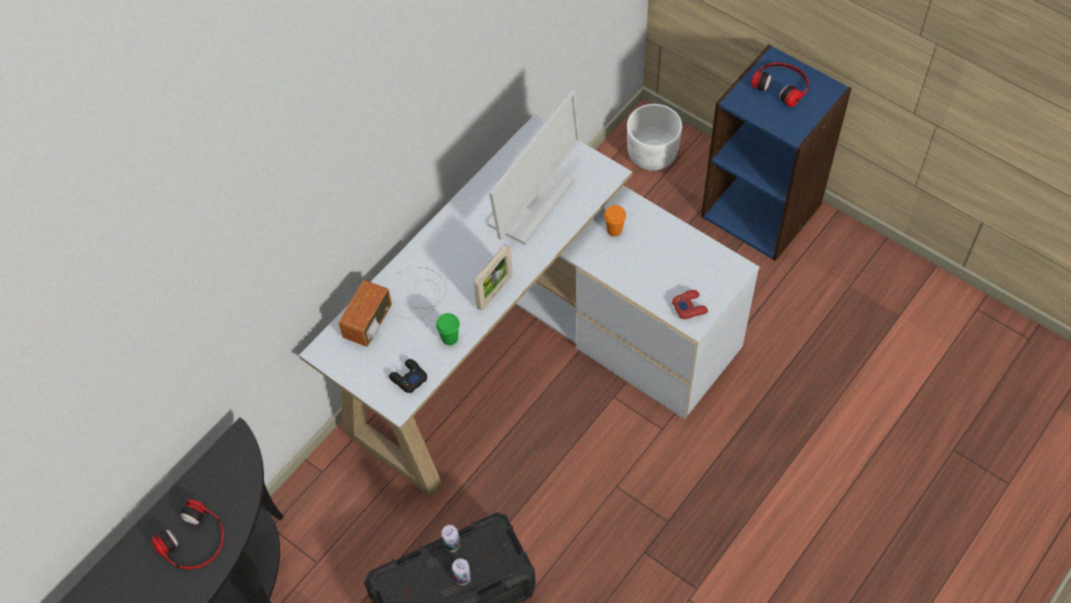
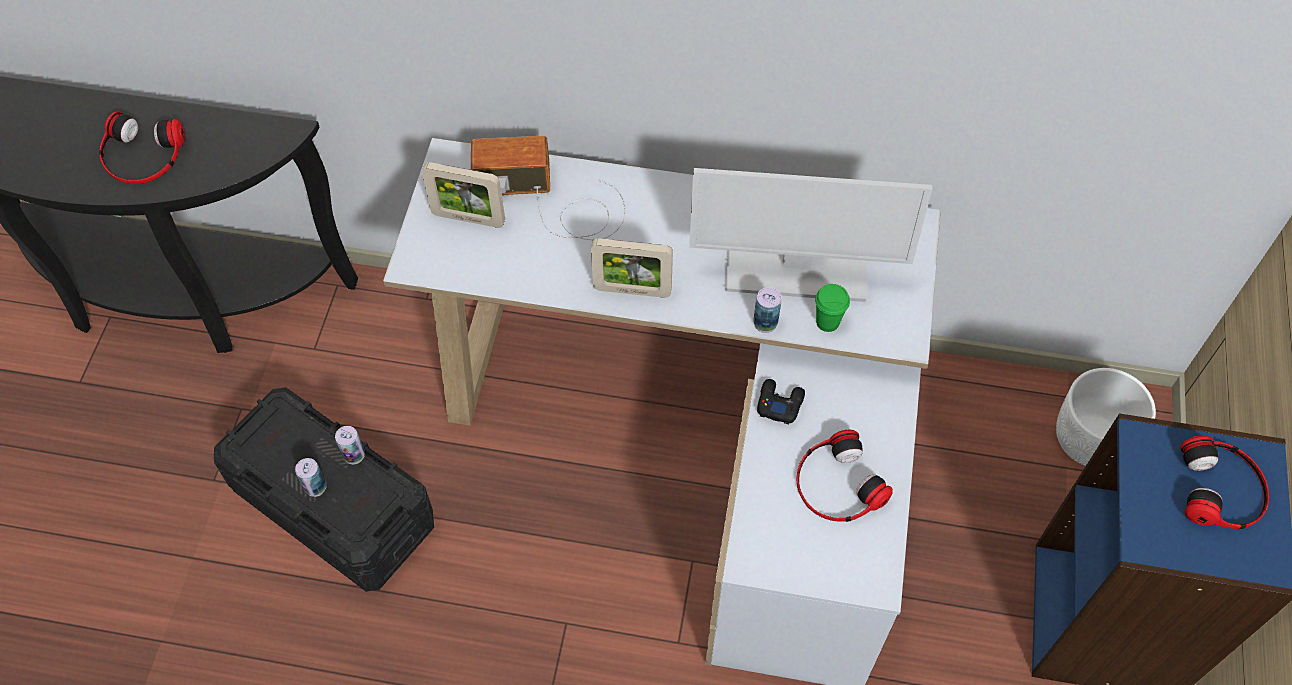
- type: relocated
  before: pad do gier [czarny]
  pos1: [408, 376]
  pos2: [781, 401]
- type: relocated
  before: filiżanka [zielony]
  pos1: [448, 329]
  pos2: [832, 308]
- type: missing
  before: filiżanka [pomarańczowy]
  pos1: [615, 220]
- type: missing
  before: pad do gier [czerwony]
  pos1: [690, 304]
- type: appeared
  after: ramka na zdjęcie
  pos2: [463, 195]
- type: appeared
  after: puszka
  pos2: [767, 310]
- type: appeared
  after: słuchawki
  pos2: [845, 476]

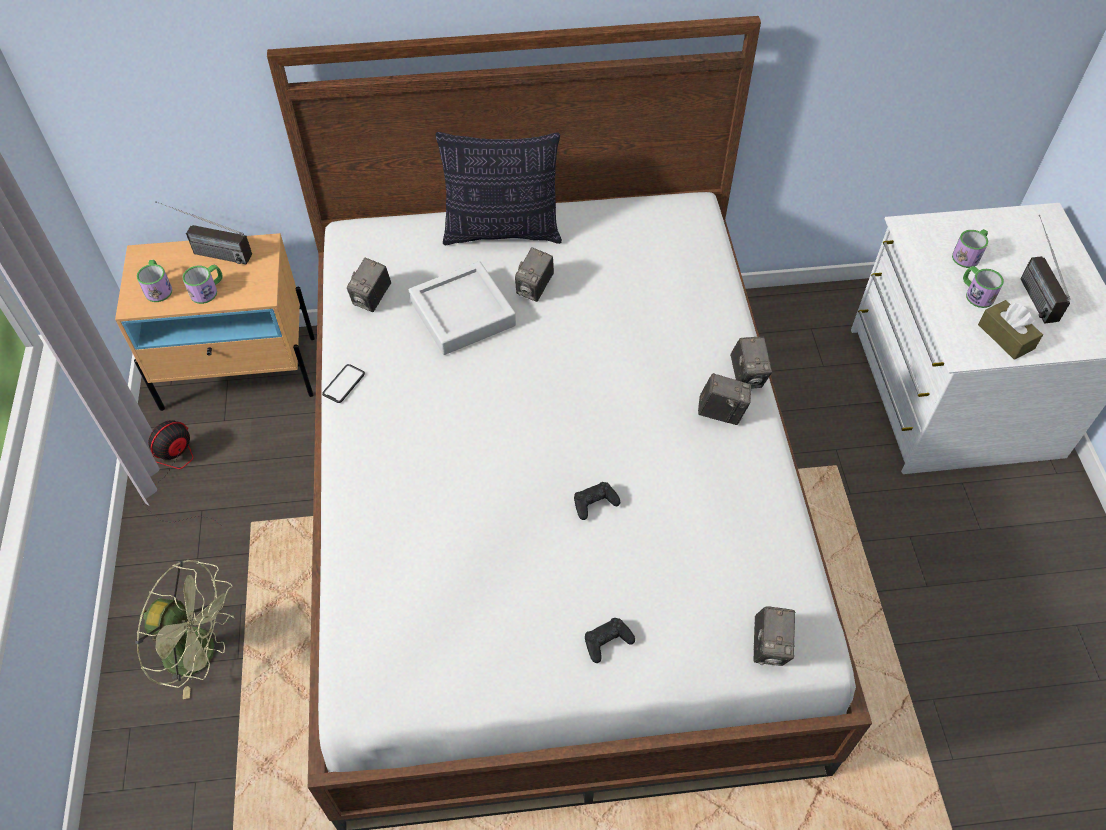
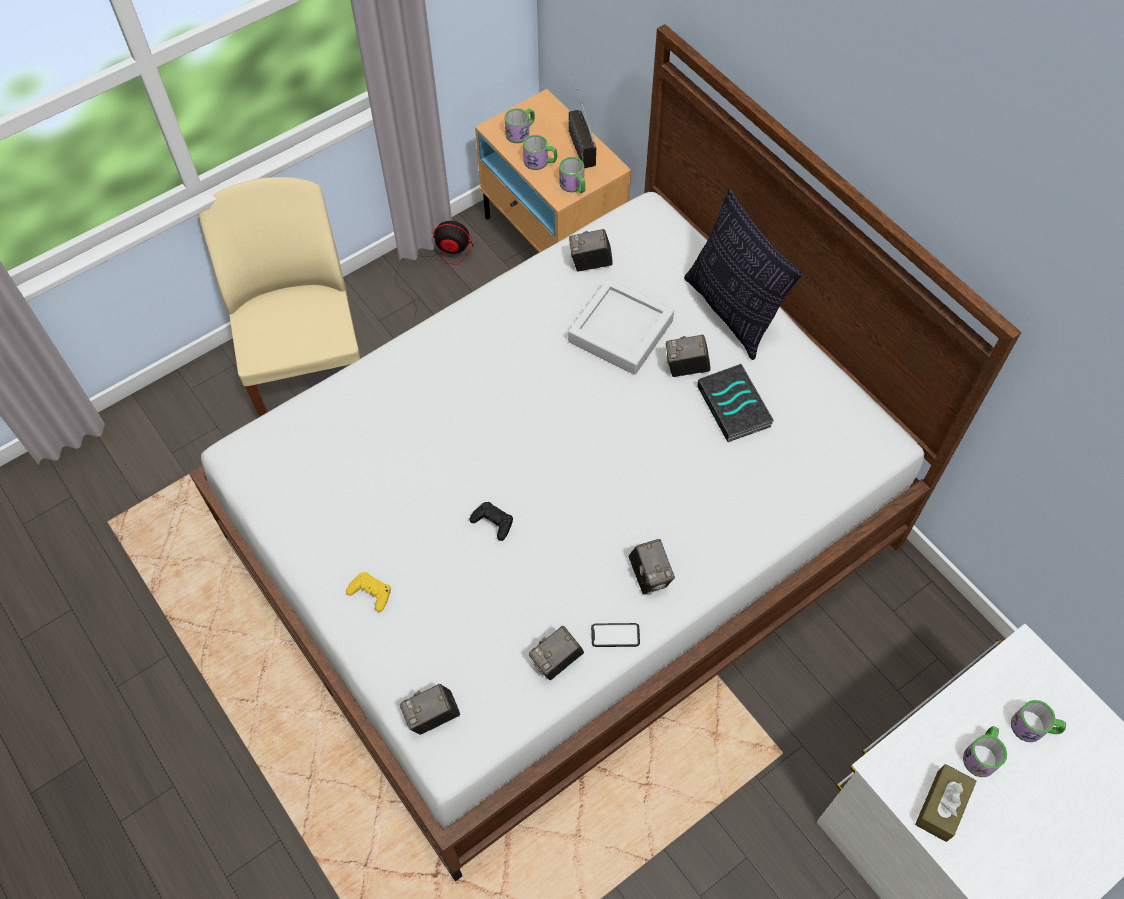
- type: exchanged
  before: wentylator [zielony]
  after: krzesło [beżowy]
  pos1: [185, 629]
  pos2: [279, 297]
- type: relocated
  before: telefon
  pos1: [343, 383]
  pos2: [615, 635]
- type: colour
  before: pad do gier [czarny]
  after: pad do gier [żółty]
  pos1: [610, 640]
  pos2: [368, 592]
- type: relocated
  before: aparat fotograficzny
  pos1: [751, 362]
  pos2: [556, 653]
- type: missing
  before: radio
  pos1: [1045, 269]
- type: appeared
  after: kubek
  pos2: [572, 175]
- type: appeared
  after: książka
  pos2: [735, 403]

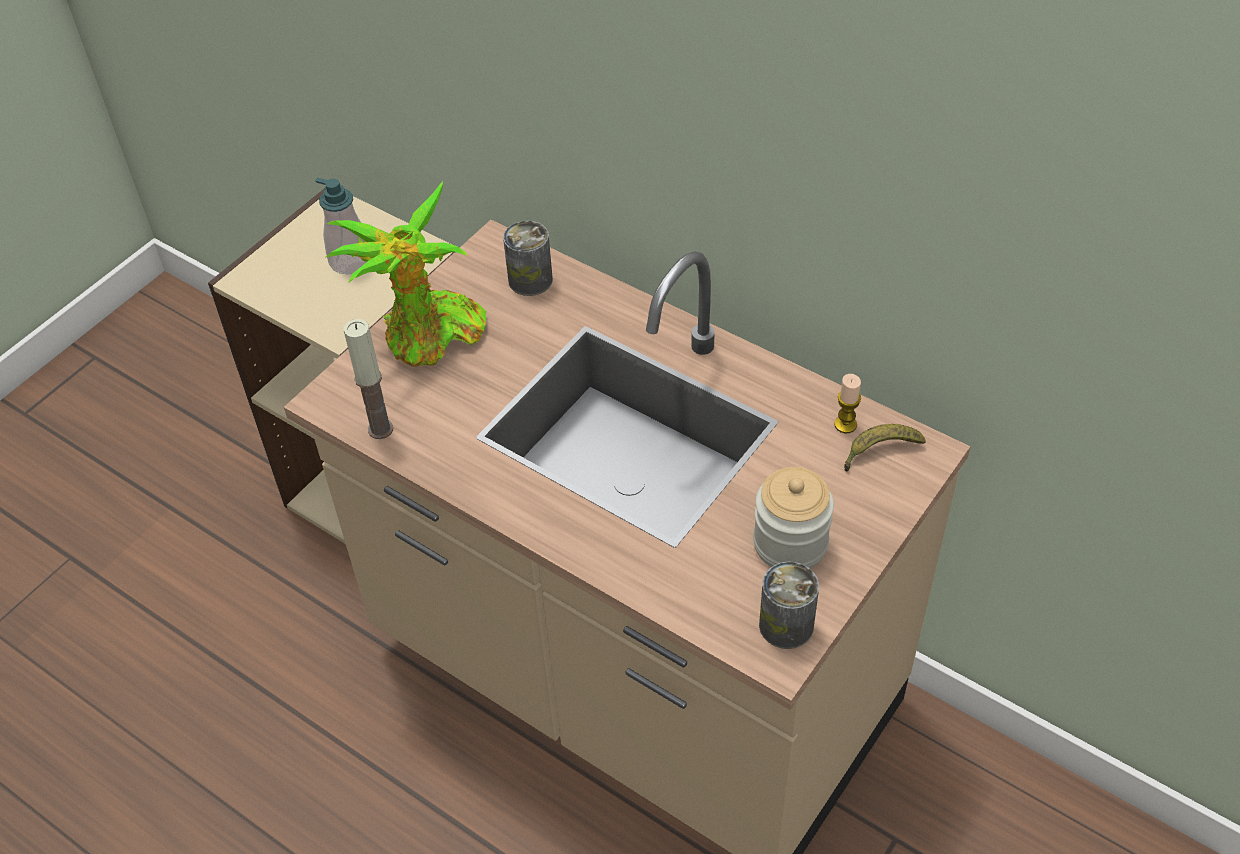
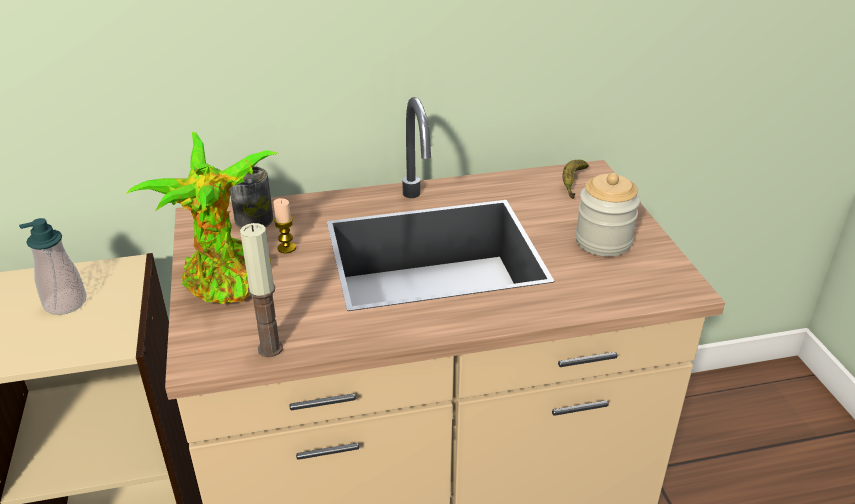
- type: missing
  before: puszka
  pos1: [789, 605]
- type: relocated
  before: świeca
  pos1: [847, 403]
  pos2: [284, 225]

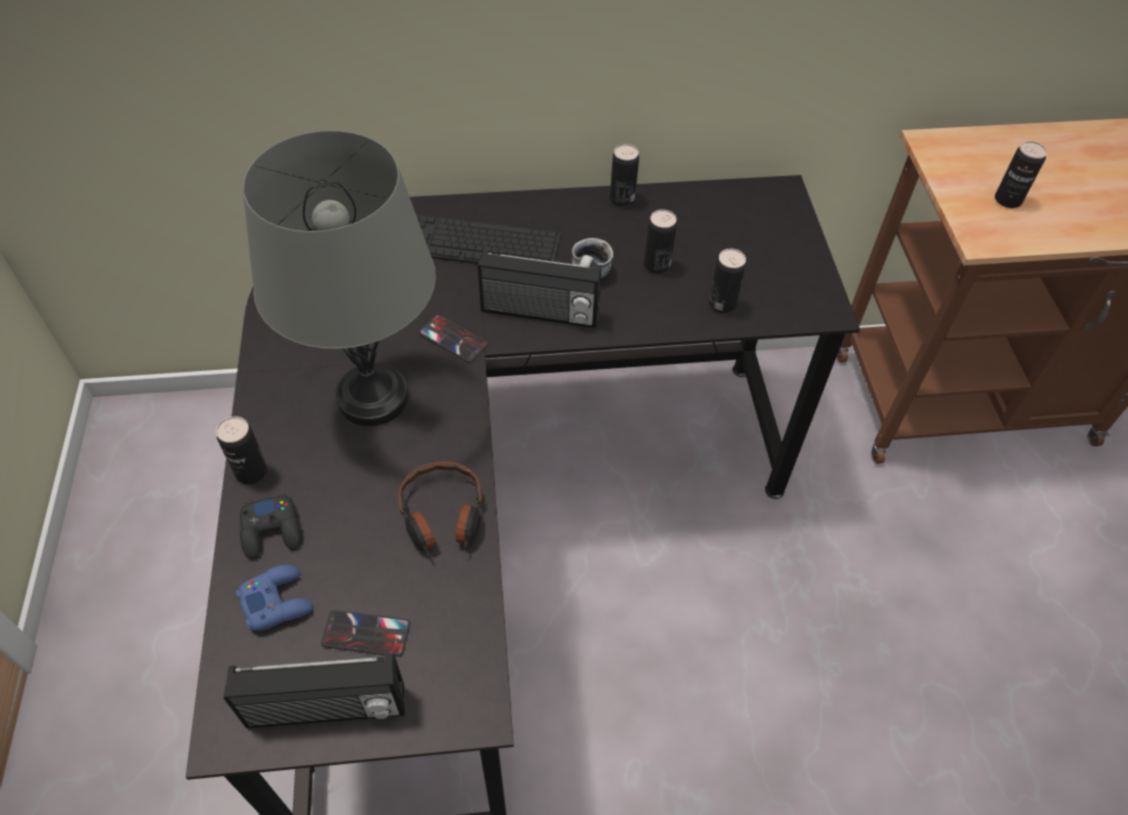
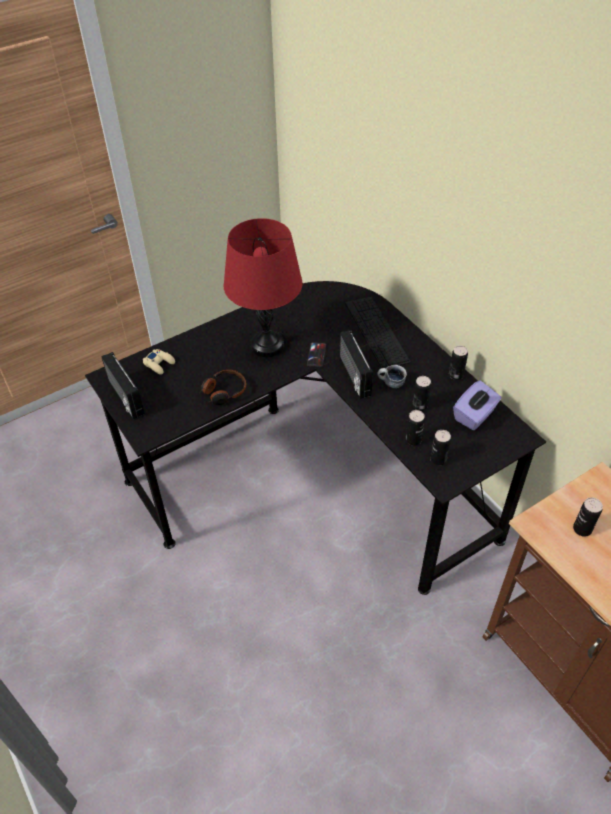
- type: relocated
  before: puszka
  pos1: [242, 450]
  pos2: [440, 448]
- type: colour
  before: pad do gier [niebieski]
  after: pad do gier [beżowy]
  pos1: [274, 598]
  pos2: [159, 362]
- type: missing
  before: pad do gier [czarny]
  pos1: [270, 526]
- type: colour
  before: lampa stołowa [szary]
  after: lampa stołowa [czerwony]
  pos1: [339, 278]
  pos2: [262, 287]
- type: missing
  before: telefon
  pos1: [365, 633]
- type: appeared
  after: pudełko chusteczek [fioletowy]
  pos2: [477, 405]

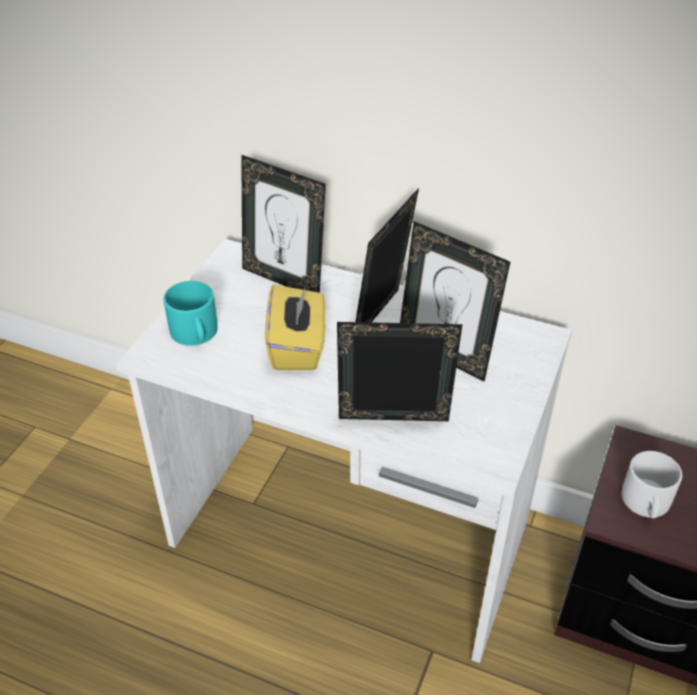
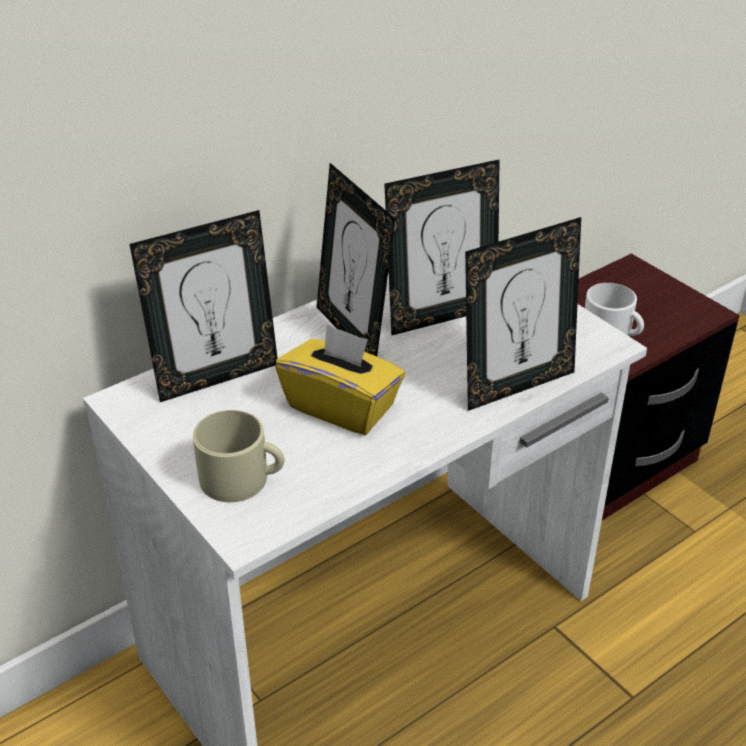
- type: colour
  before: kubek [turkusowy]
  after: kubek [beżowy]
  pos1: [190, 313]
  pos2: [238, 456]
- type: spun
  before: ramka na zdjęcie
  pos1: [400, 371]
  pos2: [523, 314]
  turn: -150

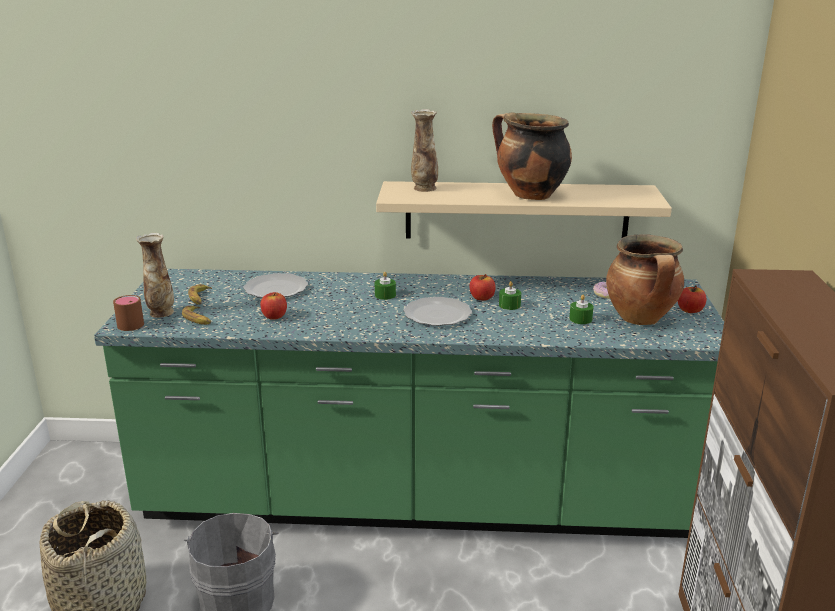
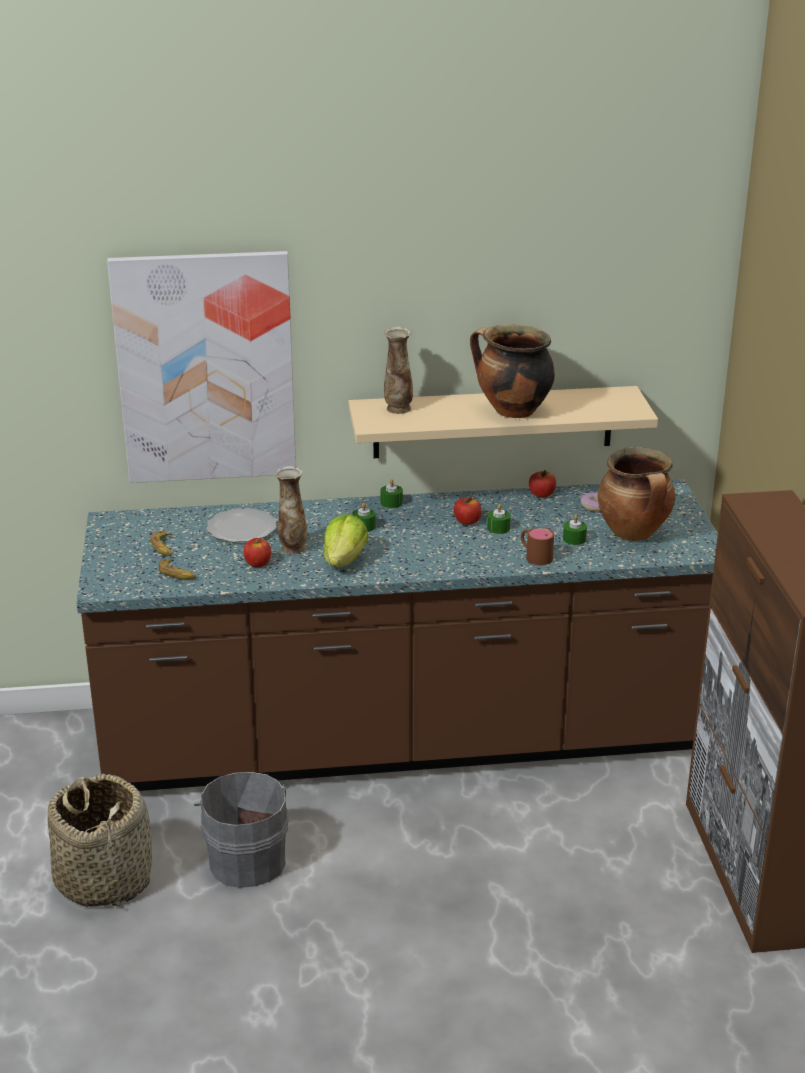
- type: colour
  before: zabudowa kuchenna [zielony]
  after: zabudowa kuchenna [brązowy]
  pos1: [409, 403]
  pos2: [397, 635]
- type: relocated
  before: kubek [brązowy]
  pos1: [128, 313]
  pos2: [537, 546]
- type: relocated
  before: wazon
  pos1: [155, 275]
  pos2: [290, 510]
- type: missing
  before: talerz
  pos1: [437, 311]
- type: relocated
  before: jabłko
  pos1: [692, 299]
  pos2: [542, 484]
- type: appeared
  after: obraz
  pos2: [201, 367]
- type: appeared
  after: sałata
  pos2: [346, 540]
- type: appeared
  after: świeca [zielony]
  pos2: [392, 493]

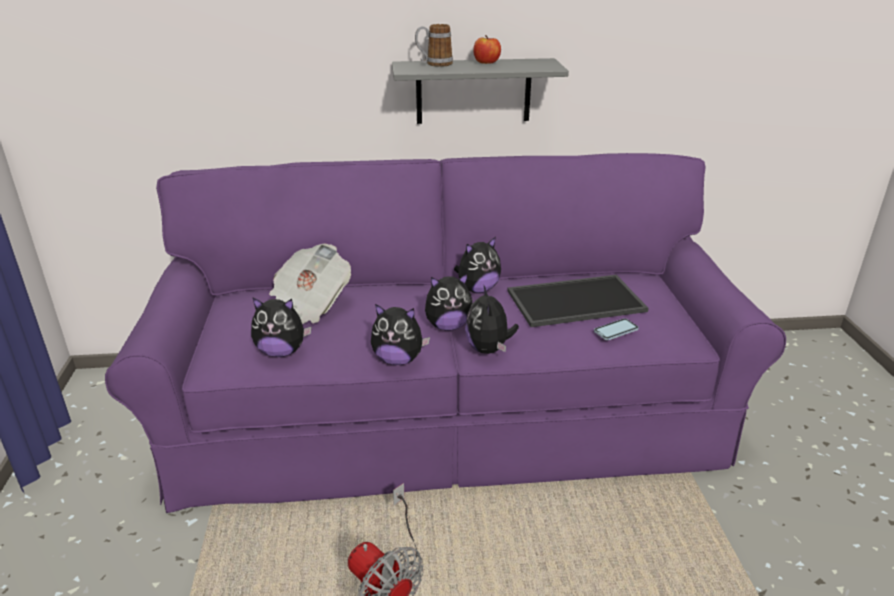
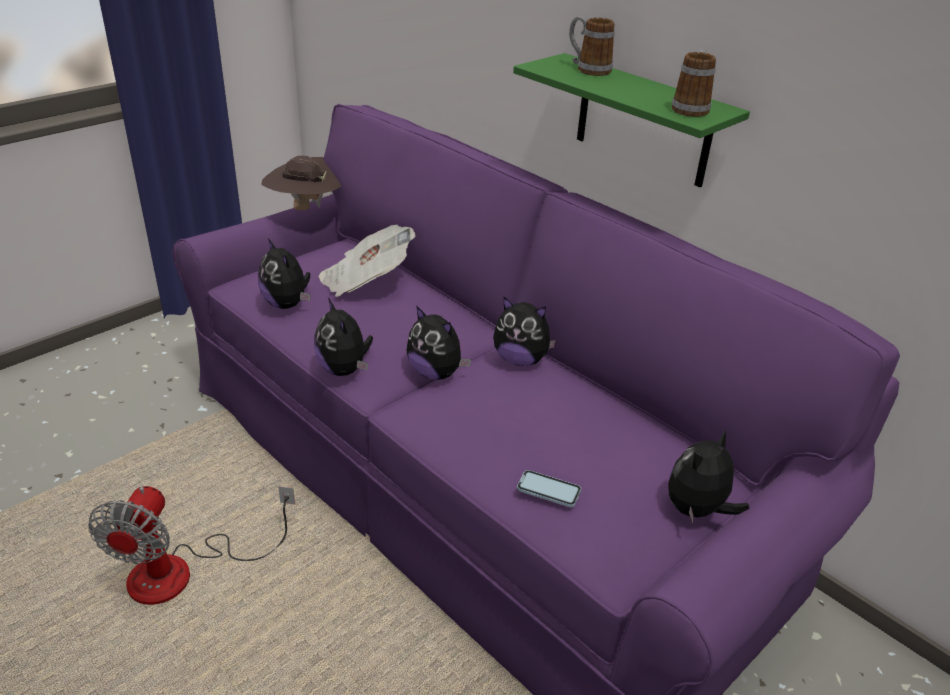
- type: colour
  before: półka [szary]
  after: półka [zielony]
  pos1: [480, 91]
  pos2: [631, 120]
- type: relocated
  before: pluszak
  pos1: [492, 319]
  pos2: [708, 475]
- type: missing
  before: jabłko
  pos1: [487, 49]
- type: missing
  before: taca
  pos1: [578, 301]
- type: appeared
  after: kapelusz [brązowy]
  pos2: [301, 183]
- type: appeared
  after: kubek
  pos2: [693, 83]

